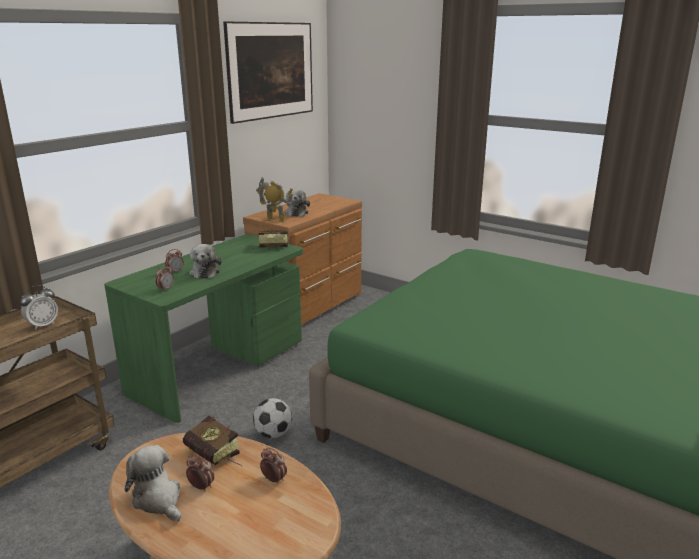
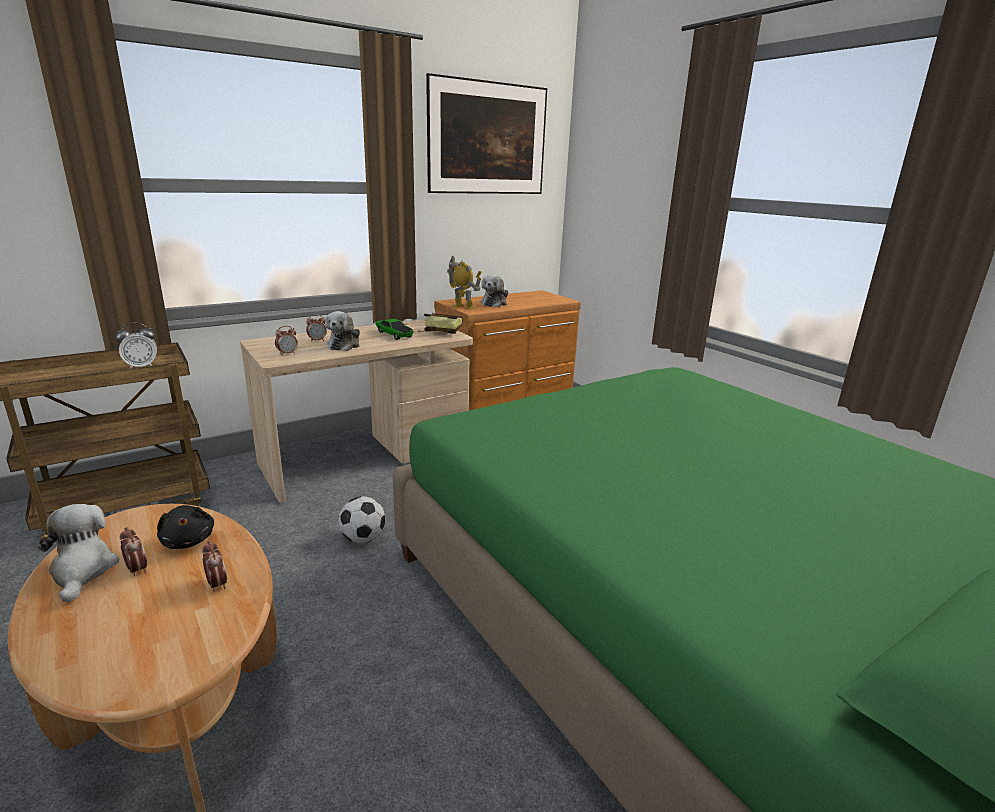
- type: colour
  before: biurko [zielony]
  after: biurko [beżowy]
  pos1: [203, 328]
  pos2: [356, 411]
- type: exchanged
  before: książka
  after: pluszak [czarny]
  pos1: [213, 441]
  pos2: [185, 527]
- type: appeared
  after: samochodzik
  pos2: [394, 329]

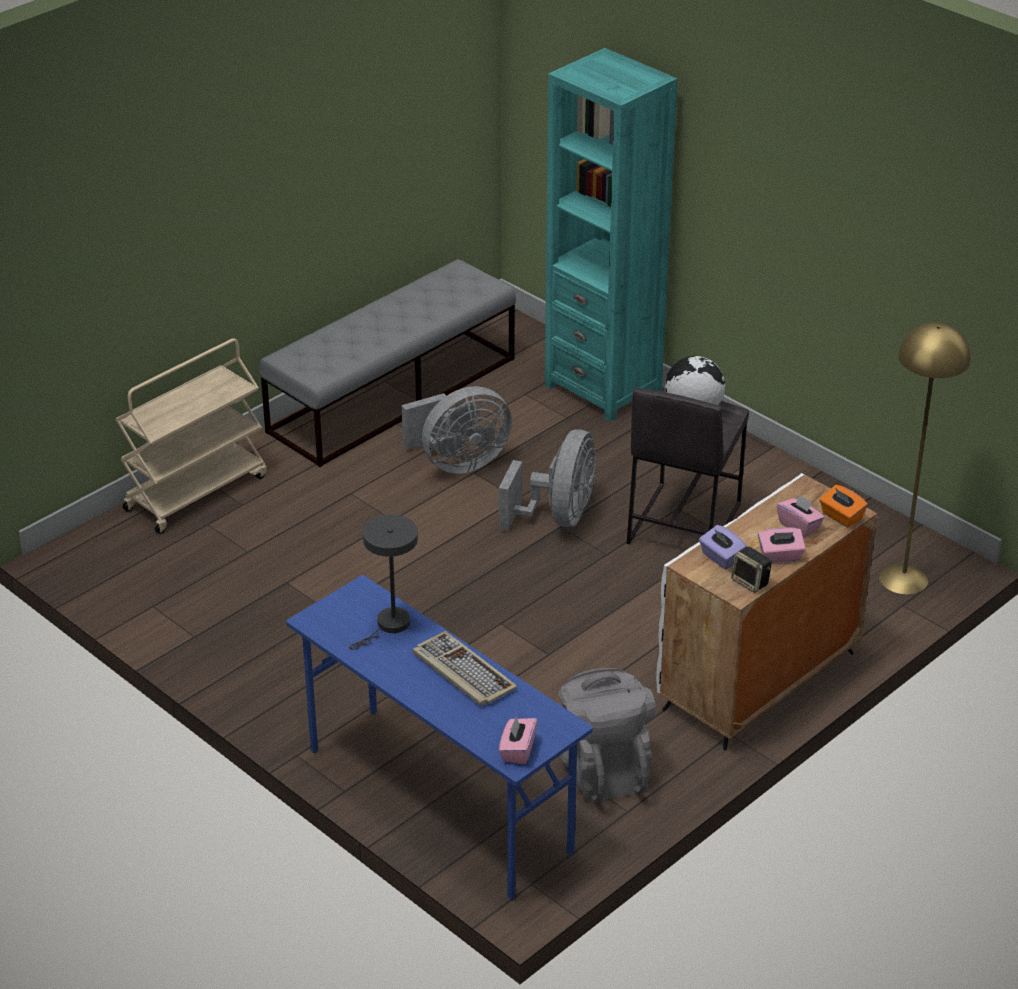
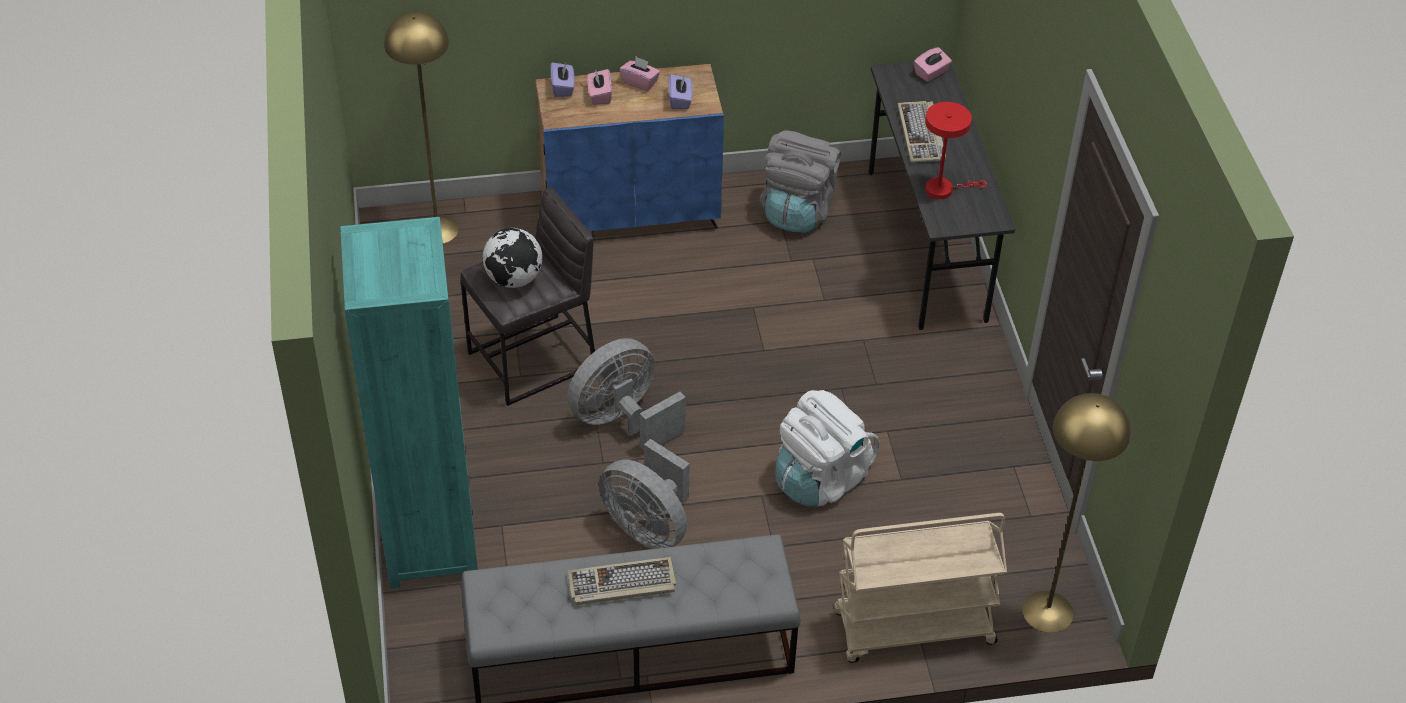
- type: colour
  before: biurko [niebieski]
  after: biurko [szary]
  pos1: [439, 737]
  pos2: [942, 195]
- type: colour
  before: lampa stołowa [szary]
  after: lampa stołowa [czerwony]
  pos1: [383, 582]
  pos2: [956, 150]
- type: spun
  before: wentylator [szary]
  pos1: [457, 430]
  pos2: [644, 494]
  turn: -150
- type: colour
  before: szafka [biały]
  after: szafka [niebieski]
  pos1: [766, 611]
  pos2: [630, 147]
- type: missing
  before: głośnik
  pos1: [751, 570]
- type: colour
  before: pudełko chusteczek [pomarańczowy]
  after: pudełko chusteczek [fioletowy]
  pos1: [843, 506]
  pos2: [562, 79]
- type: appeared
  after: klawiatura
  pos2: [621, 581]
- type: appeared
  after: plecak [biały]
  pos2: [827, 448]
- type: appeared
  after: lampa stojąca [żółty]
  pos2: [1076, 513]

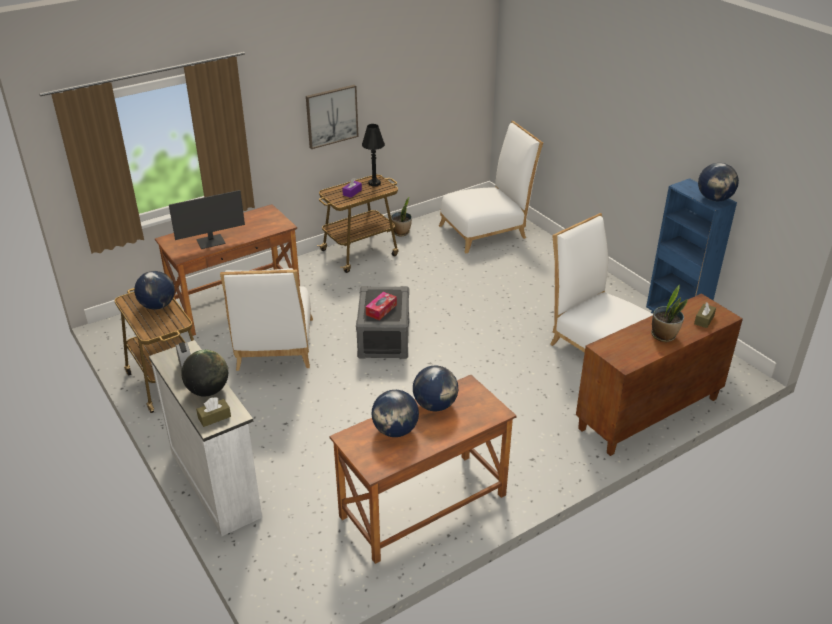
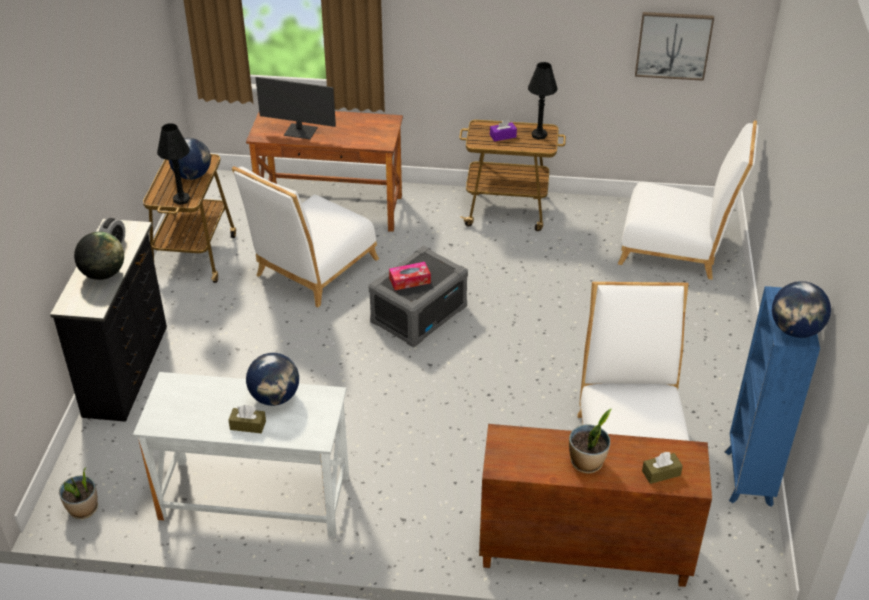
- type: colour
  before: komoda [biały]
  after: komoda [czarny]
  pos1: [205, 438]
  pos2: [108, 320]
- type: relocated
  before: pudełko chusteczek [brązowy]
  pos1: [213, 412]
  pos2: [247, 419]
- type: relocated
  before: obraz
  pos1: [332, 117]
  pos2: [674, 46]
- type: colour
  before: biurko [brązowy]
  after: biurko [biały]
  pos1: [423, 469]
  pos2: [241, 454]
- type: missing
  before: globus
  pos1: [395, 413]
- type: relocated
  before: roślina doniczkowa
  pos1: [401, 216]
  pos2: [78, 493]
- type: appeared
  after: lampa stołowa [czarny]
  pos2: [173, 164]

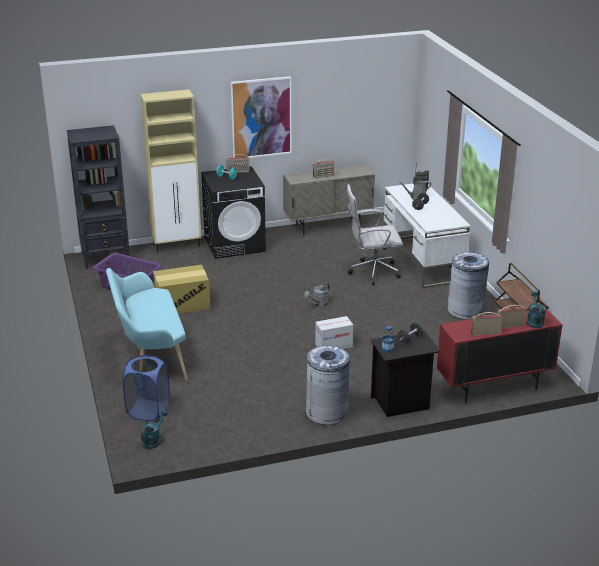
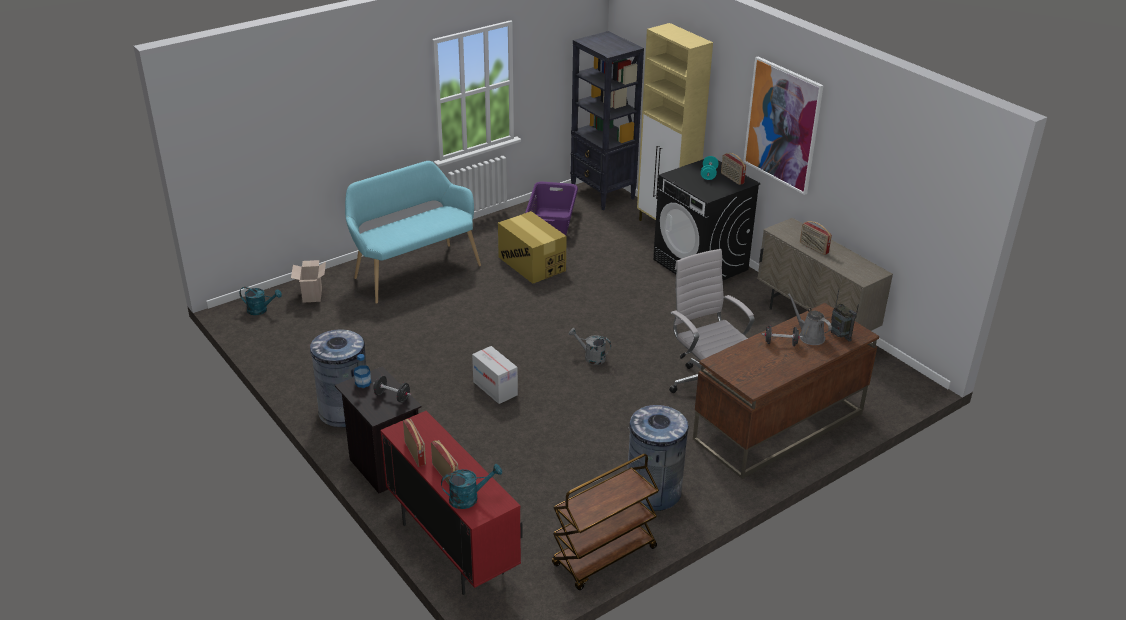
- type: exchanged
  before: kosz na pranie [niebieski]
  after: karton
  pos1: [146, 388]
  pos2: [308, 281]
- type: colour
  before: biurko [biały]
  after: biurko [brązowy]
  pos1: [427, 236]
  pos2: [786, 391]

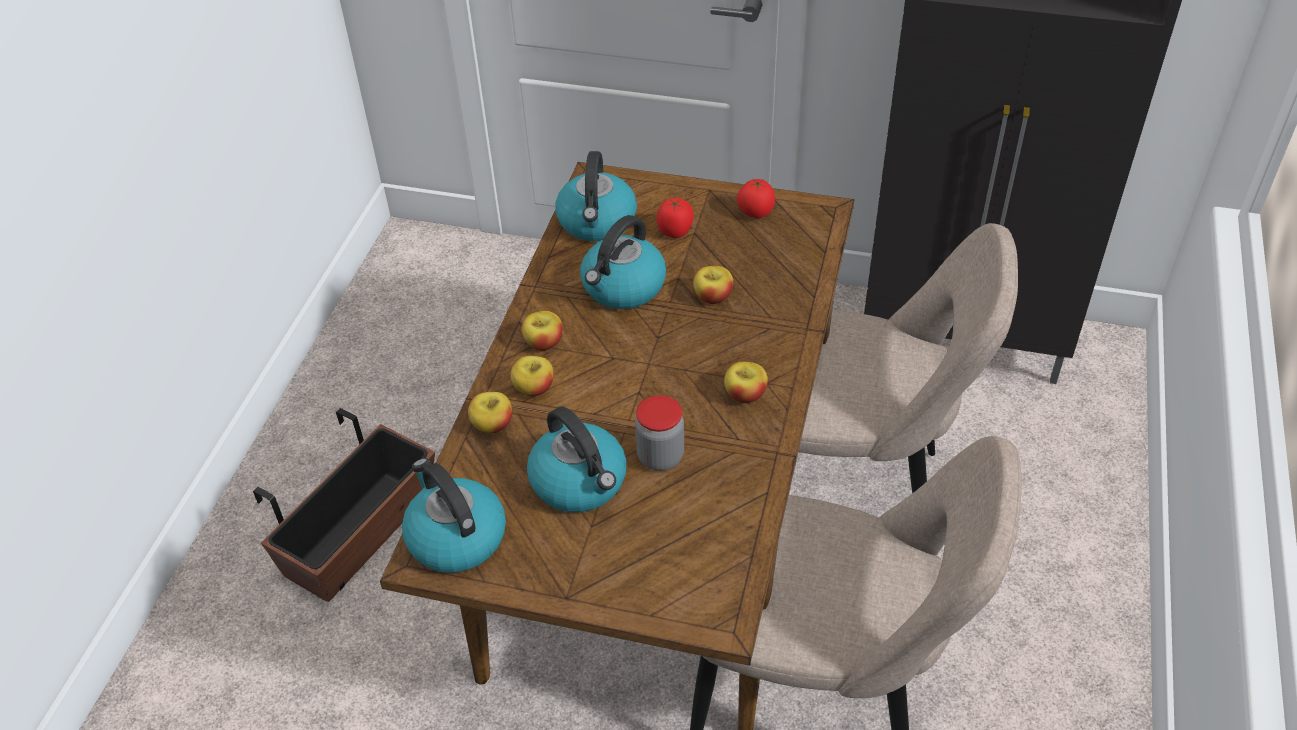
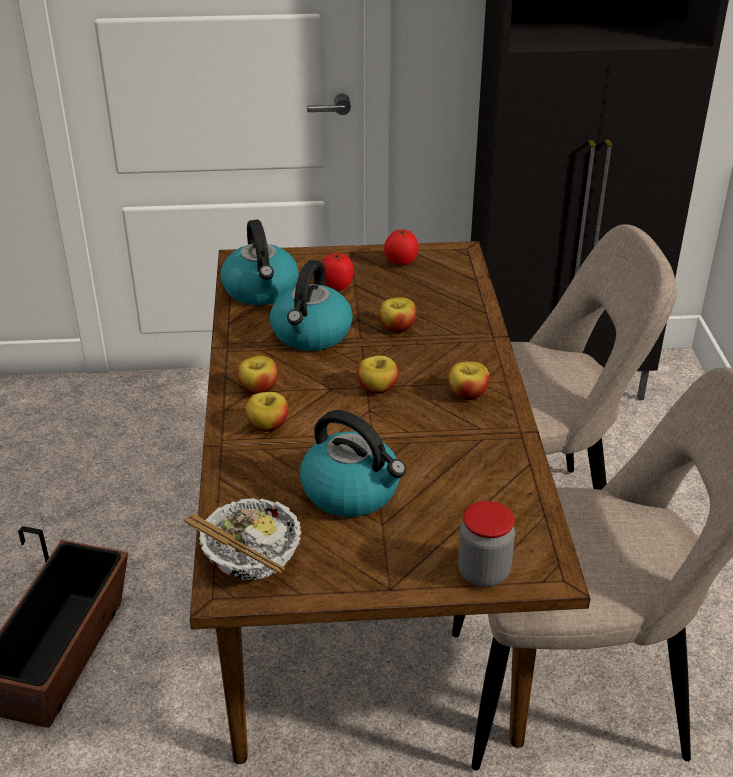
- type: exchanged
  before: czajnik
  after: miska
  pos1: [454, 515]
  pos2: [243, 539]
- type: relocated
  before: jabłko
  pos1: [490, 412]
  pos2: [378, 374]
- type: relocated
  before: słoik
  pos1: [659, 433]
  pos2: [486, 544]

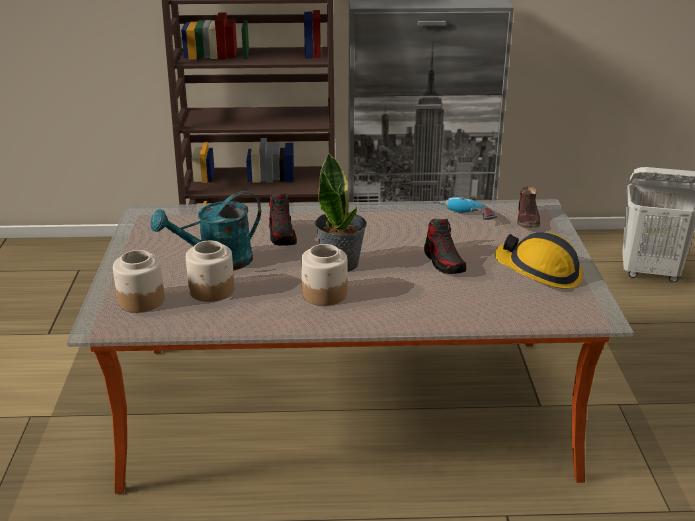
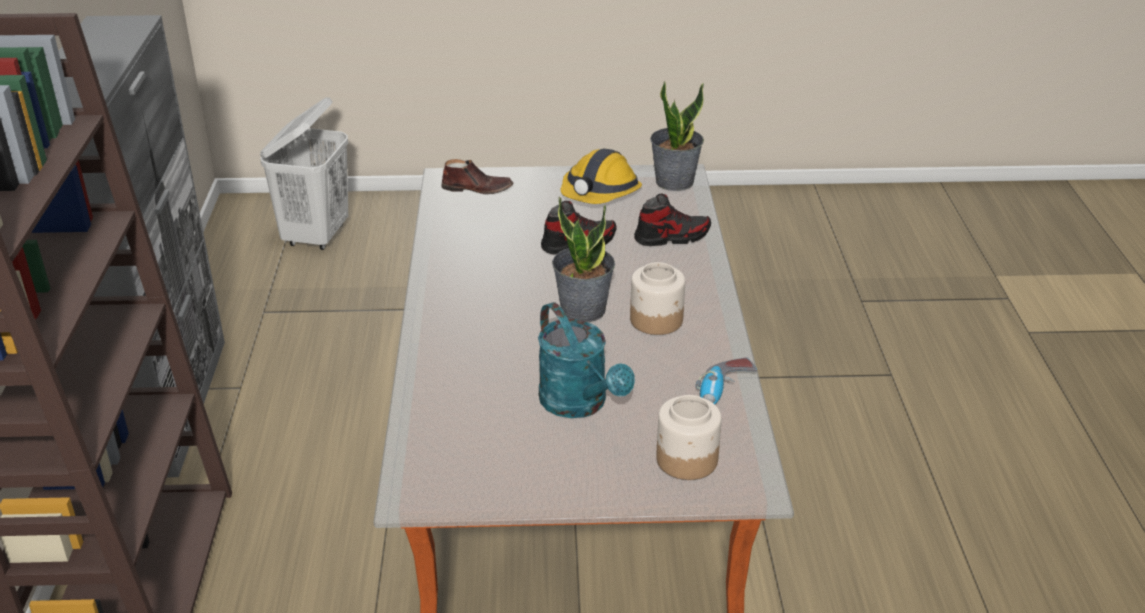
- type: missing
  before: słoik
  pos1: [210, 271]
- type: relocated
  before: but
  pos1: [283, 220]
  pos2: [672, 219]
- type: relocated
  before: wiertarka
  pos1: [465, 208]
  pos2: [726, 381]
- type: appeared
  after: roślina doniczkowa
  pos2: [677, 135]

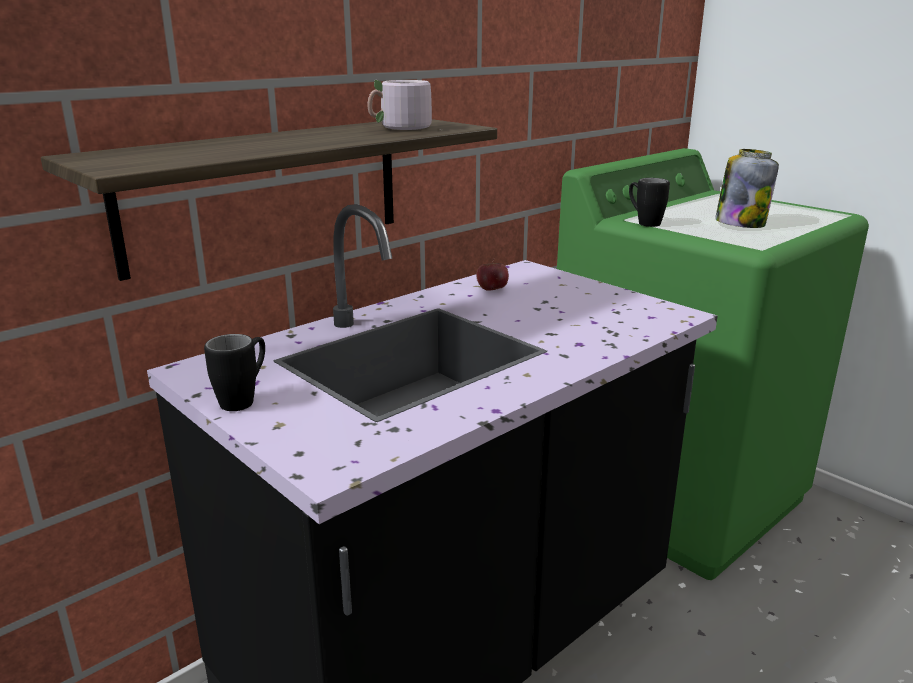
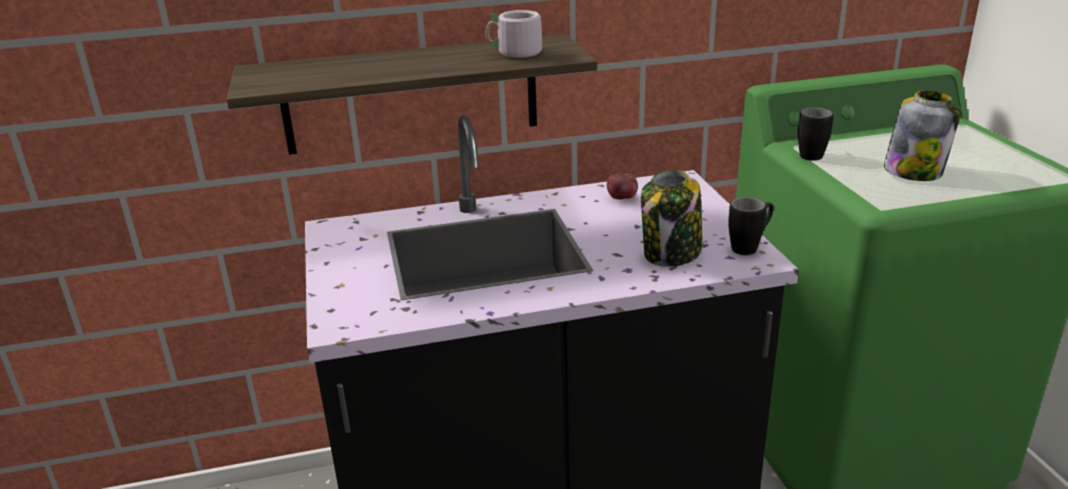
- type: relocated
  before: kubek [czarny]
  pos1: [234, 372]
  pos2: [750, 226]
- type: appeared
  after: słoik
  pos2: [672, 218]

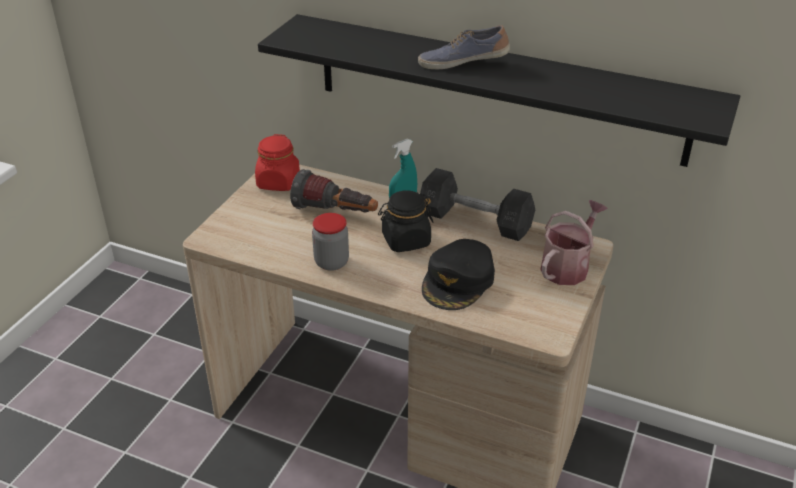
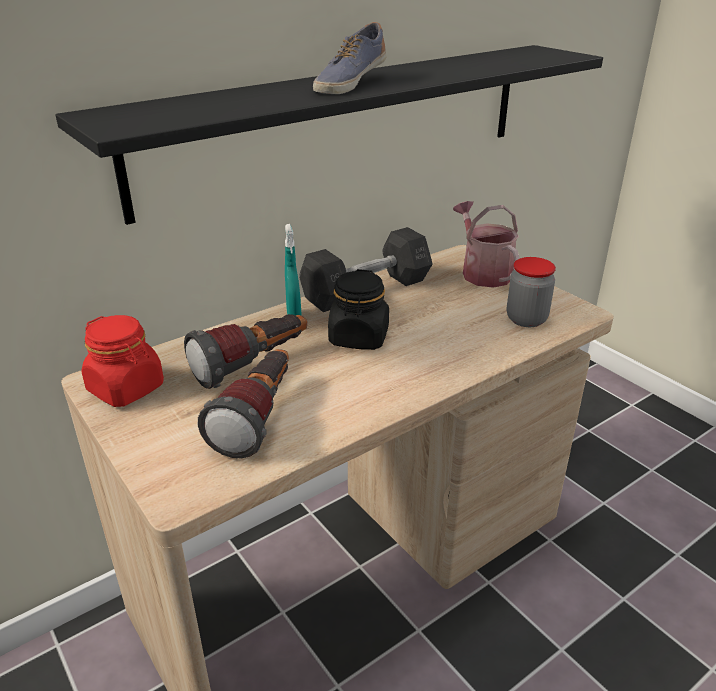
- type: relocated
  before: słoik
  pos1: [330, 242]
  pos2: [531, 292]
- type: missing
  before: czapka z daszkiem [czarny]
  pos1: [458, 274]
- type: appeared
  after: latarka
  pos2: [243, 403]

